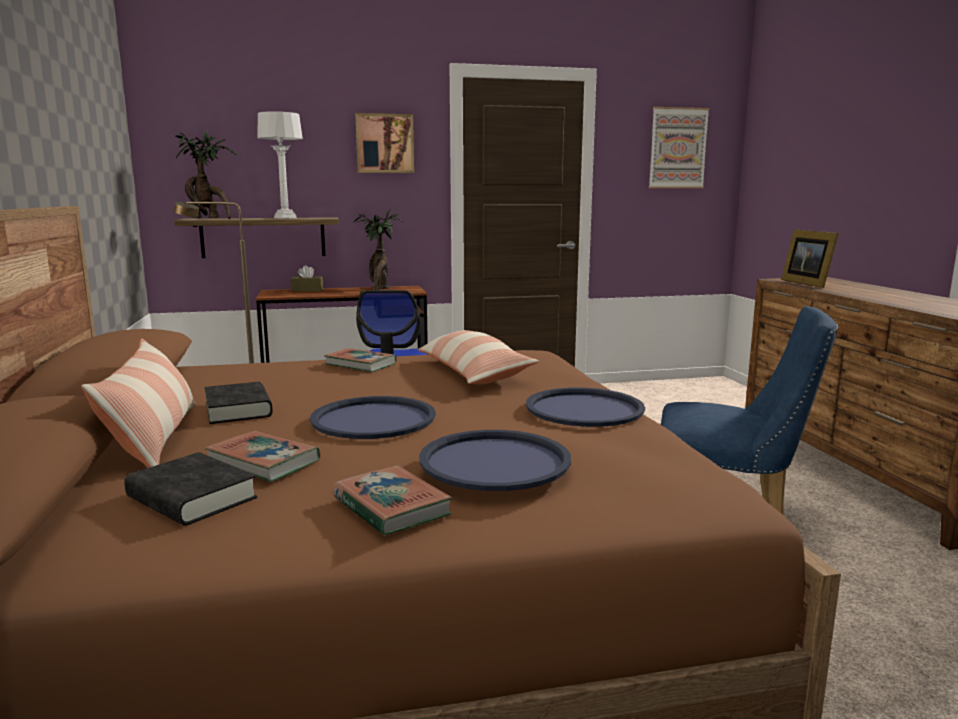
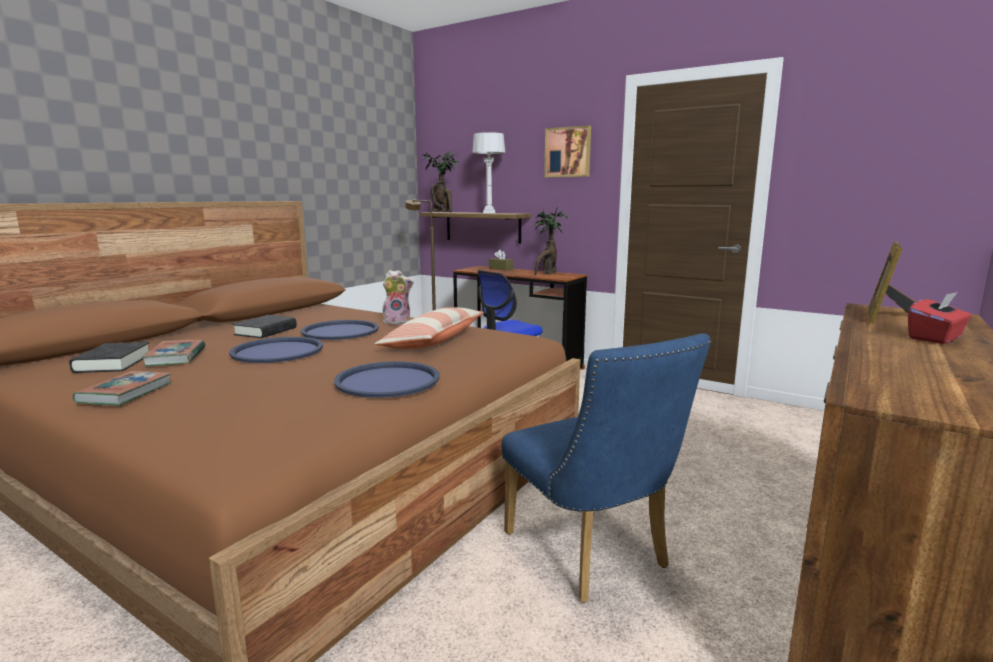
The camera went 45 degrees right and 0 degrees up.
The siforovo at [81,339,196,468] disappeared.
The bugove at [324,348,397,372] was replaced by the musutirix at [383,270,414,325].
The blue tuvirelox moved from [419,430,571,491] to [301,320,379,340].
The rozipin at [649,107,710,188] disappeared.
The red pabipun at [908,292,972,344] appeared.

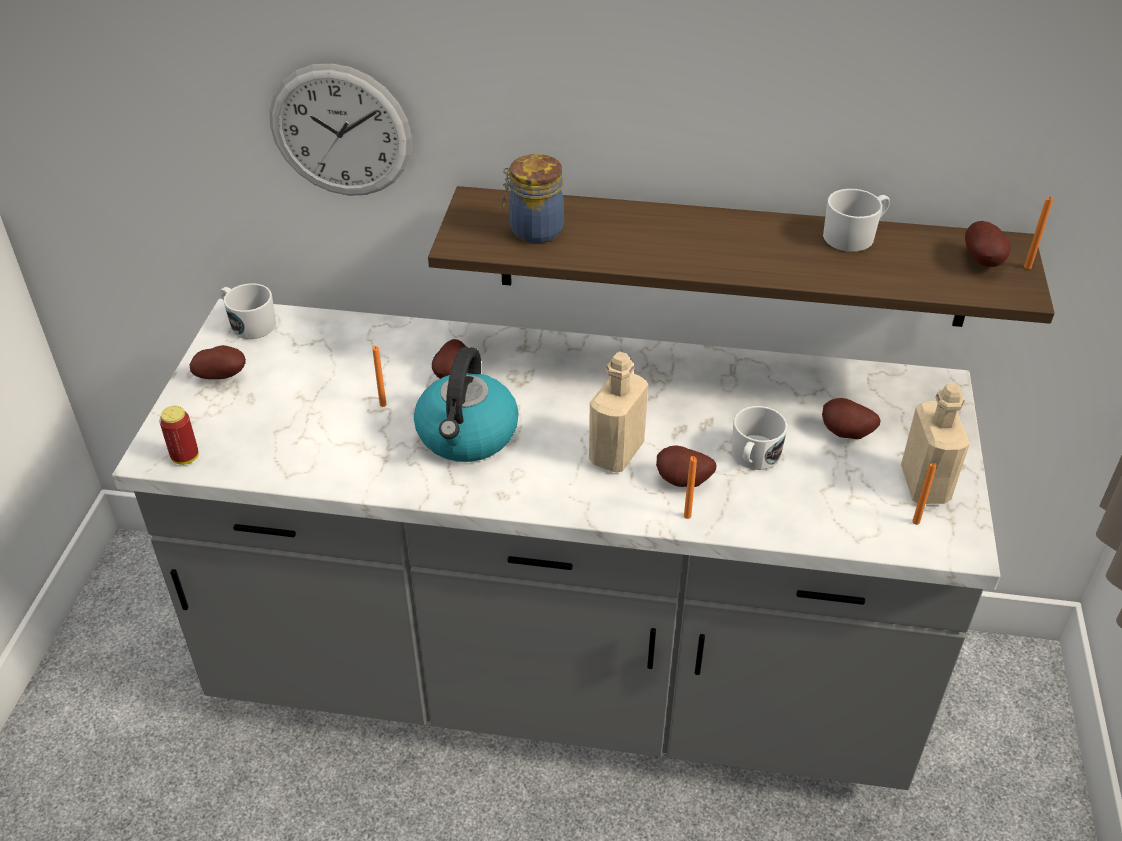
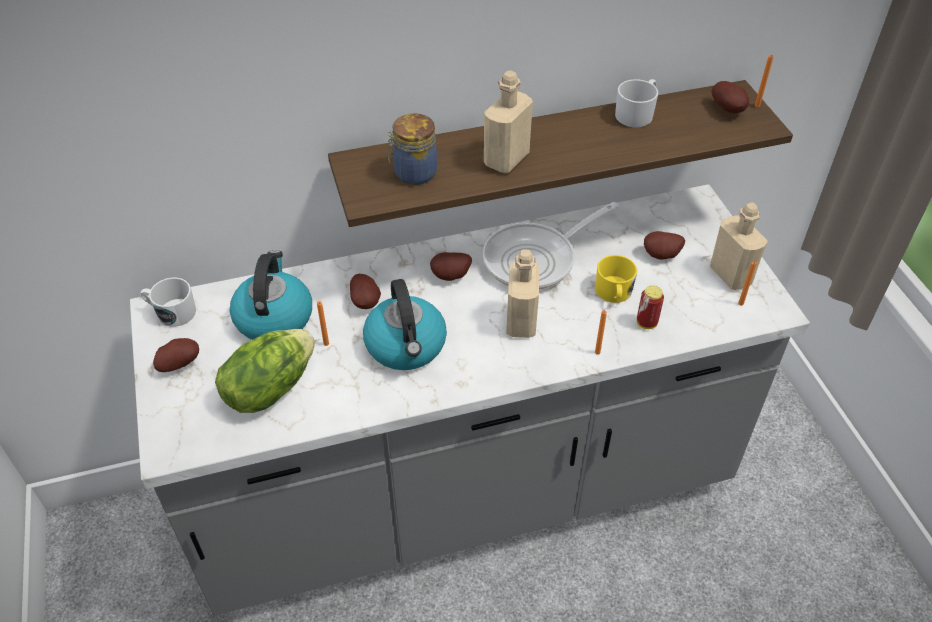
The camera went 25 degrees left and 5 degrees up.
The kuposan moved from [159,406,199,465] to [637,285,664,329].
The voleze at [270,63,412,196] disappeared.
The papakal moved from [656,446,716,487] to [430,252,472,281].
The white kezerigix at [731,406,788,470] became the yellow kezerigix at [595,255,637,303].
The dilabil at [215,329,315,413] appeared.
The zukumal at [230,250,312,340] appeared.
The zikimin at [483,202,618,290] appeared.
The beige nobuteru at [484,70,533,173] appeared.

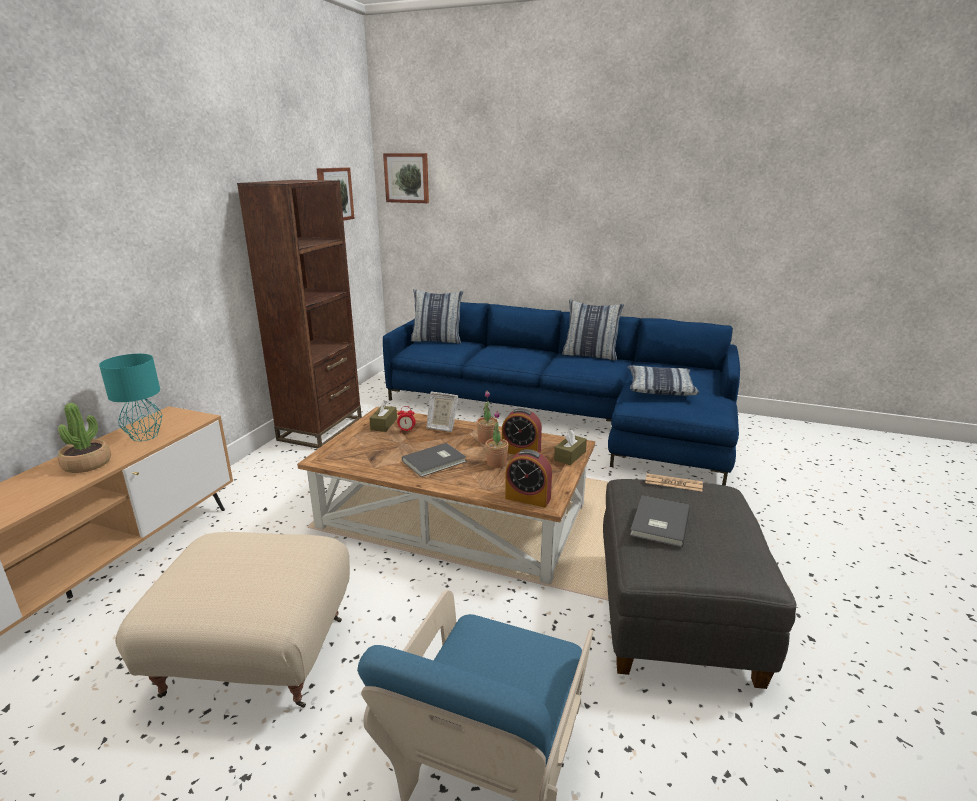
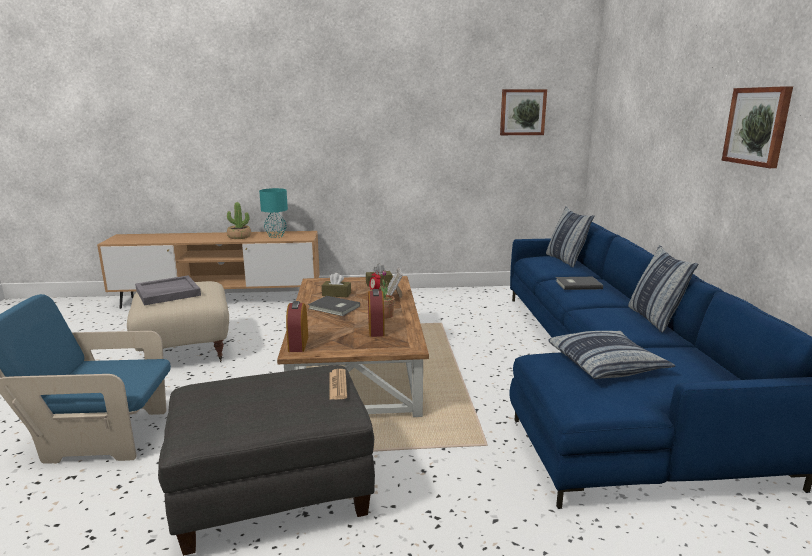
The camera went 65 degrees right and 5 degrees down.
The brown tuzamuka at [237,180,362,449] disappeared.
The rozipin moved from [383,153,429,203] to [721,86,793,168].
The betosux at [485,411,509,468] disappeared.
The brown pabipun moved from [554,429,587,465] to [322,273,351,297].
The grey bugove moved from [630,496,690,547] to [556,277,603,290].
The grey tuvirelox at [135,275,201,305] appeared.

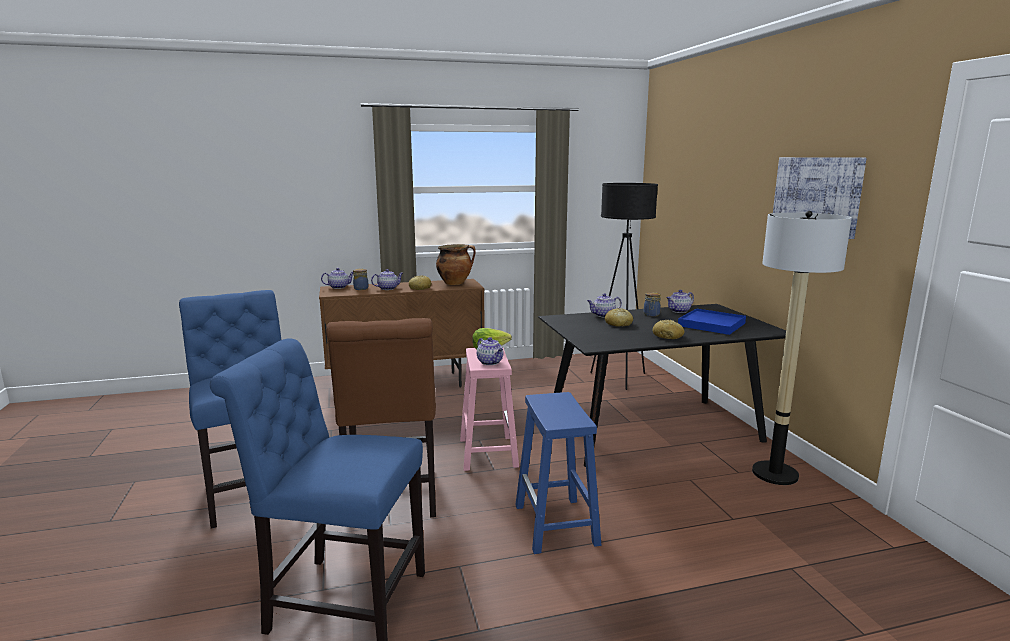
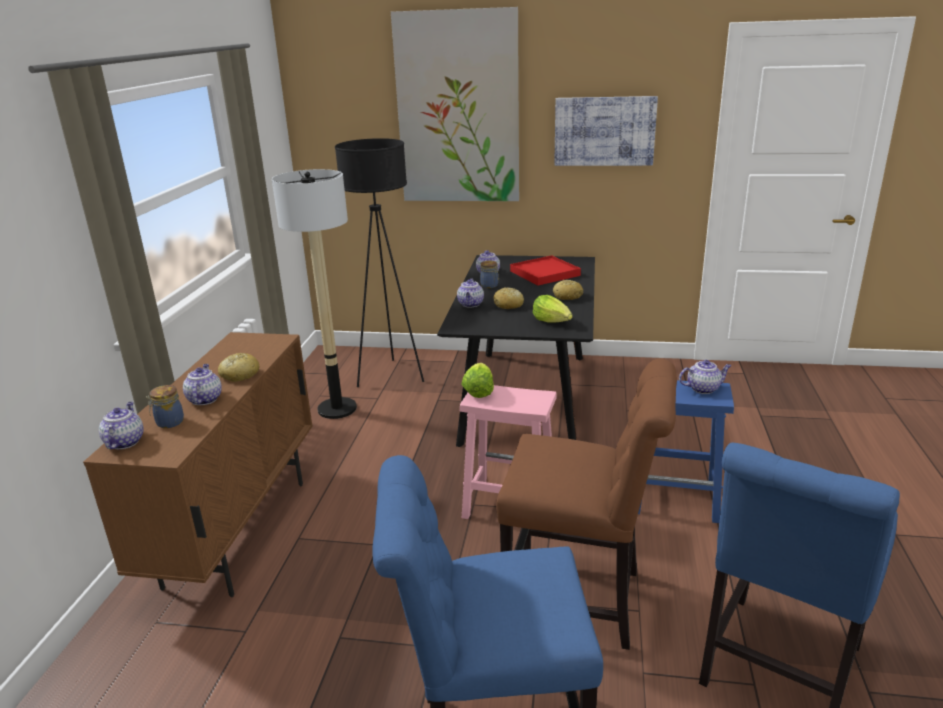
The camera went 65 degrees left and 10 degrees up.
The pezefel at [436,244,476,285] disappeared.
The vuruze moved from [477,337,504,365] to [679,360,731,394].
The blue tuvirelox at [678,308,746,335] became the red tuvirelox at [510,255,581,285].
The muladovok moved from [752,211,852,485] to [272,169,357,419].
The rozipin at [391,7,519,201] appeared.
The dilabil at [533,295,573,323] appeared.

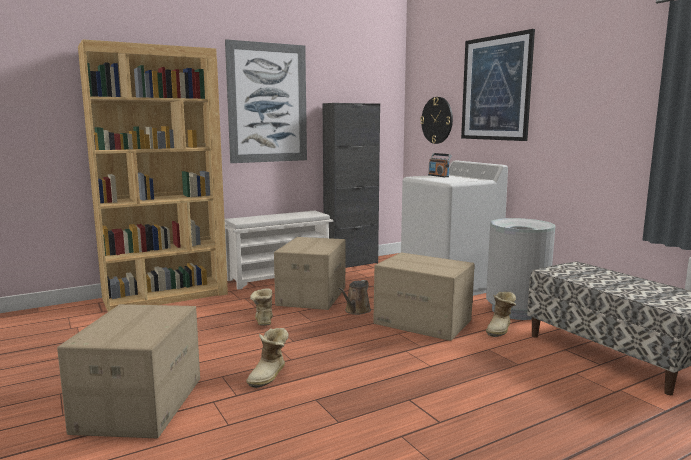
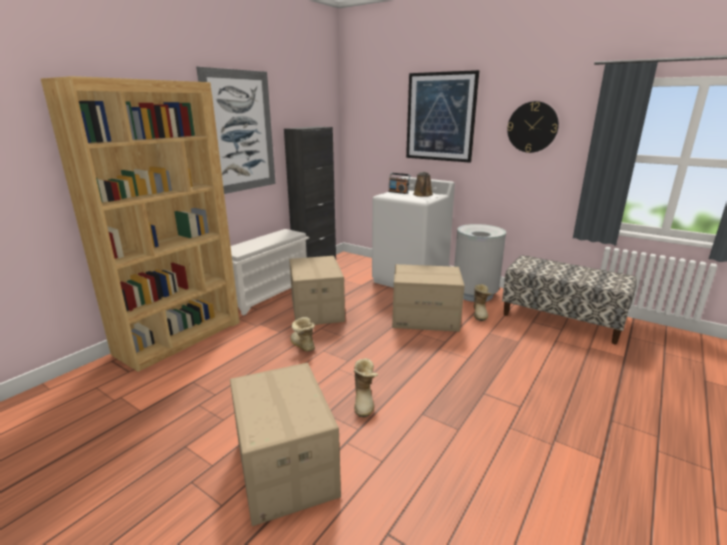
The camera went 25 degrees left and 10 degrees up.
The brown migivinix moved from [339,280,371,315] to [413,172,433,197].
The voleze moved from [420,97,453,144] to [507,101,559,153].

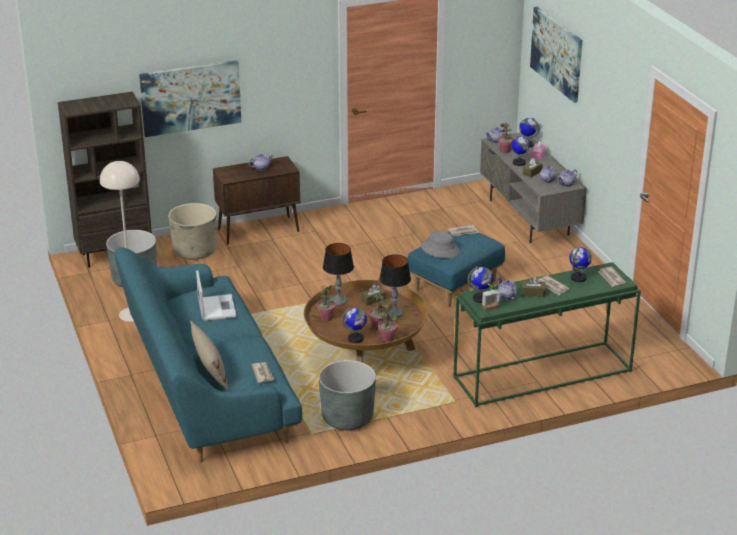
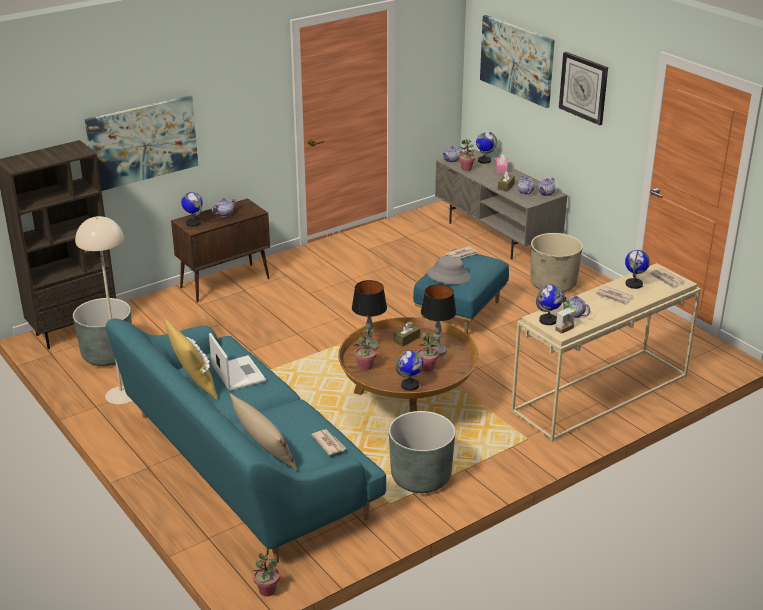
The camera went 15 degrees left and 0 degrees up.
The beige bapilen moved from [168,203,216,260] to [530,233,583,293].
The betosux moved from [378,304,398,342] to [253,548,280,597].
The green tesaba at [453,262,641,407] became the beige tesaba at [511,263,701,442].
The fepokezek moved from [511,136,530,166] to [181,192,203,227].
The brown pabipun at [521,277,546,297] disappeared.
The yellow siforovo at [164,319,217,399] appeared.
The voleze at [559,52,608,125] appeared.

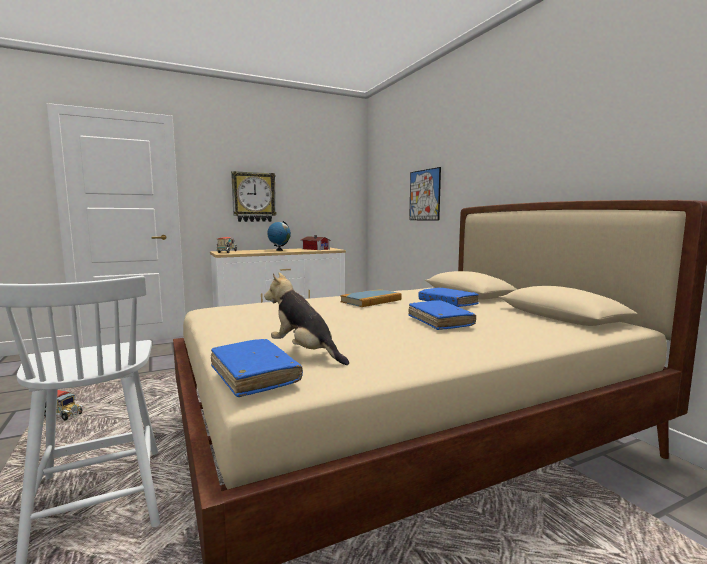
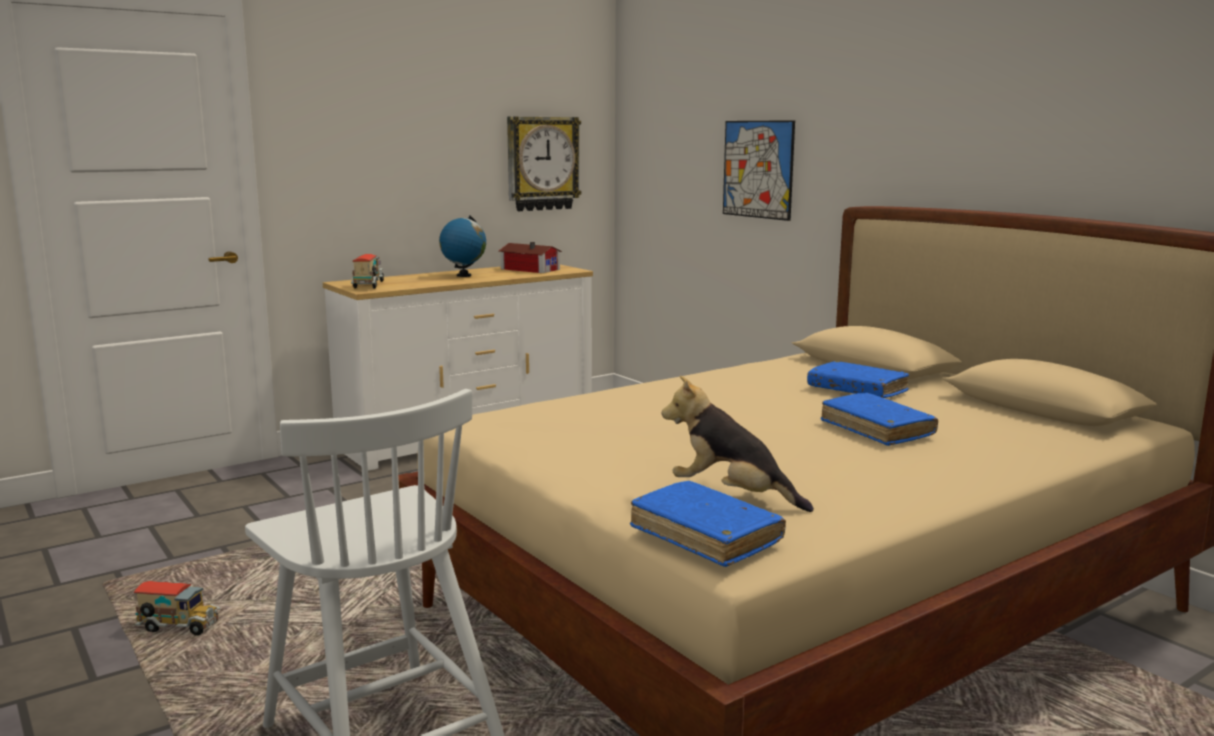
The camera went 10 degrees left and 5 degrees up.
The voleze moved from [231,171,277,222] to [507,116,581,211].
The bugove at [340,289,402,307] disappeared.

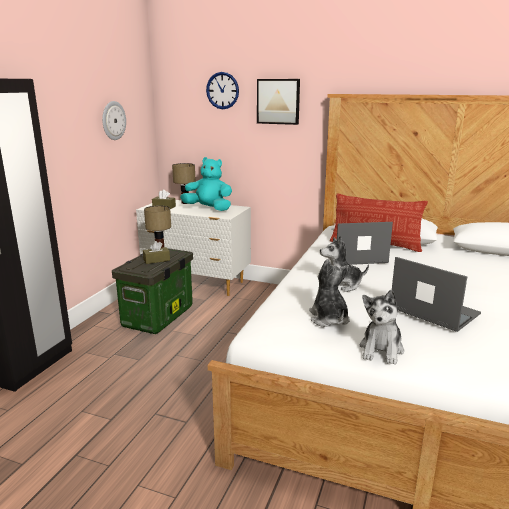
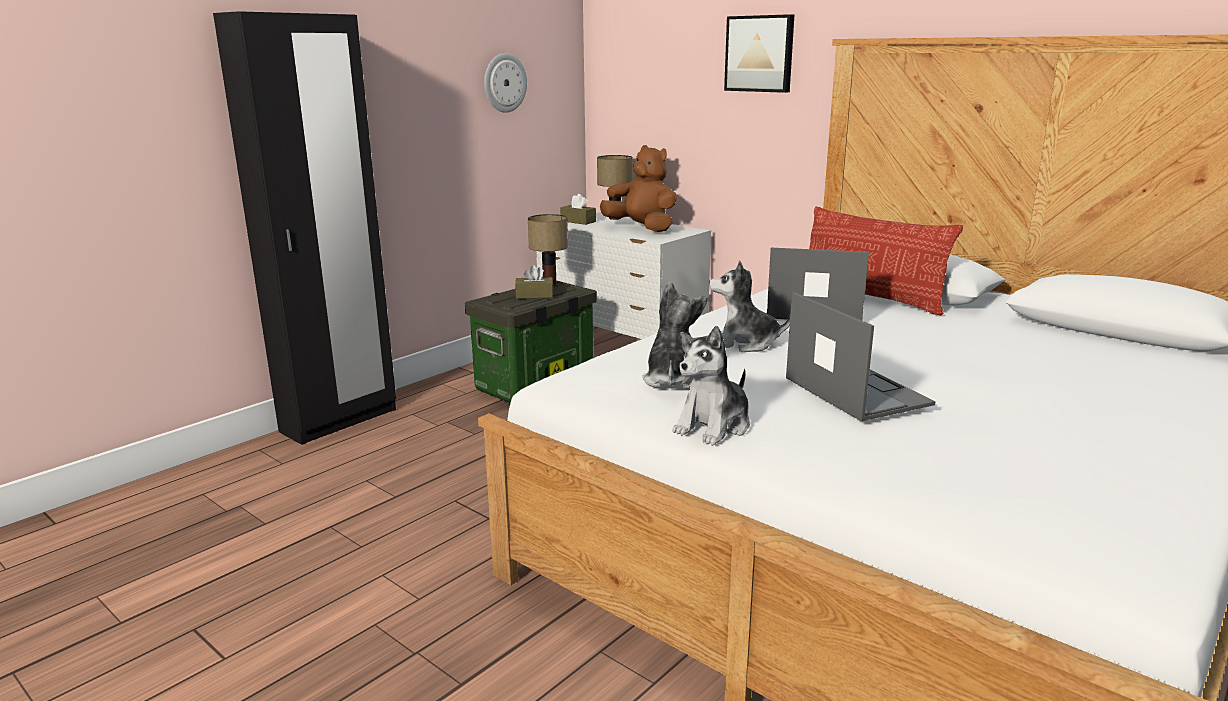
The camera went 20 degrees right and 0 degrees up.
The turquoise musutirix at [180,157,232,211] became the brown musutirix at [600,145,677,232].
The voleze at [206,72,239,109] disappeared.

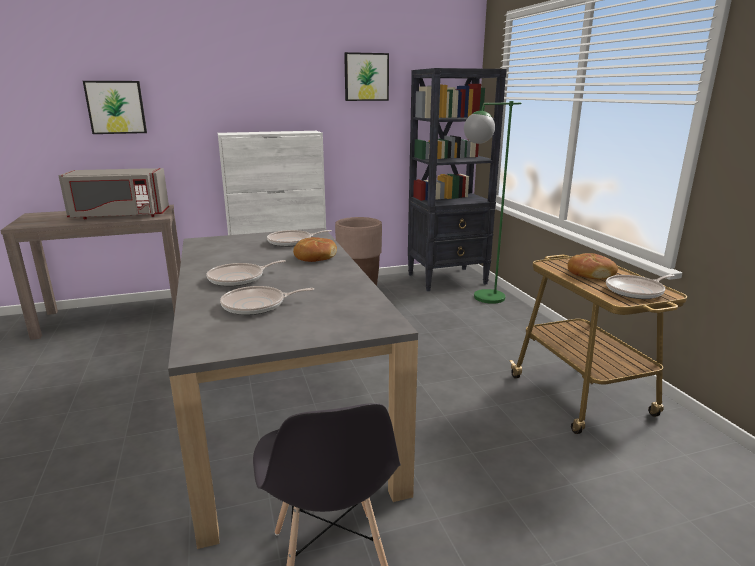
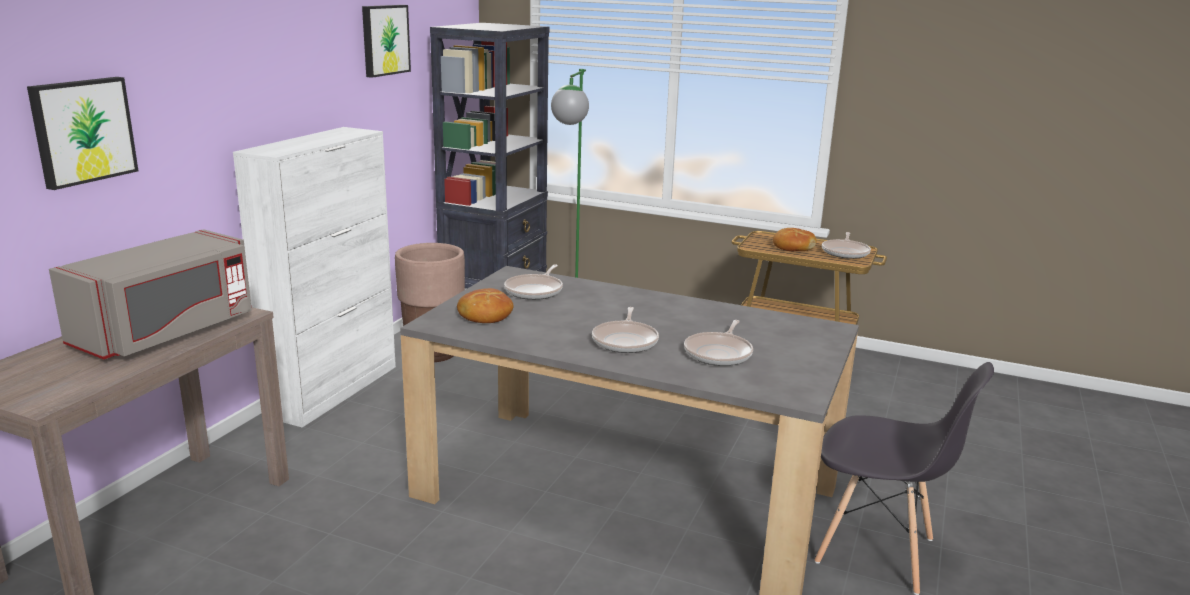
The camera went 50 degrees left and 0 degrees up.
The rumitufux moved from [293,237,337,262] to [457,288,514,323].

